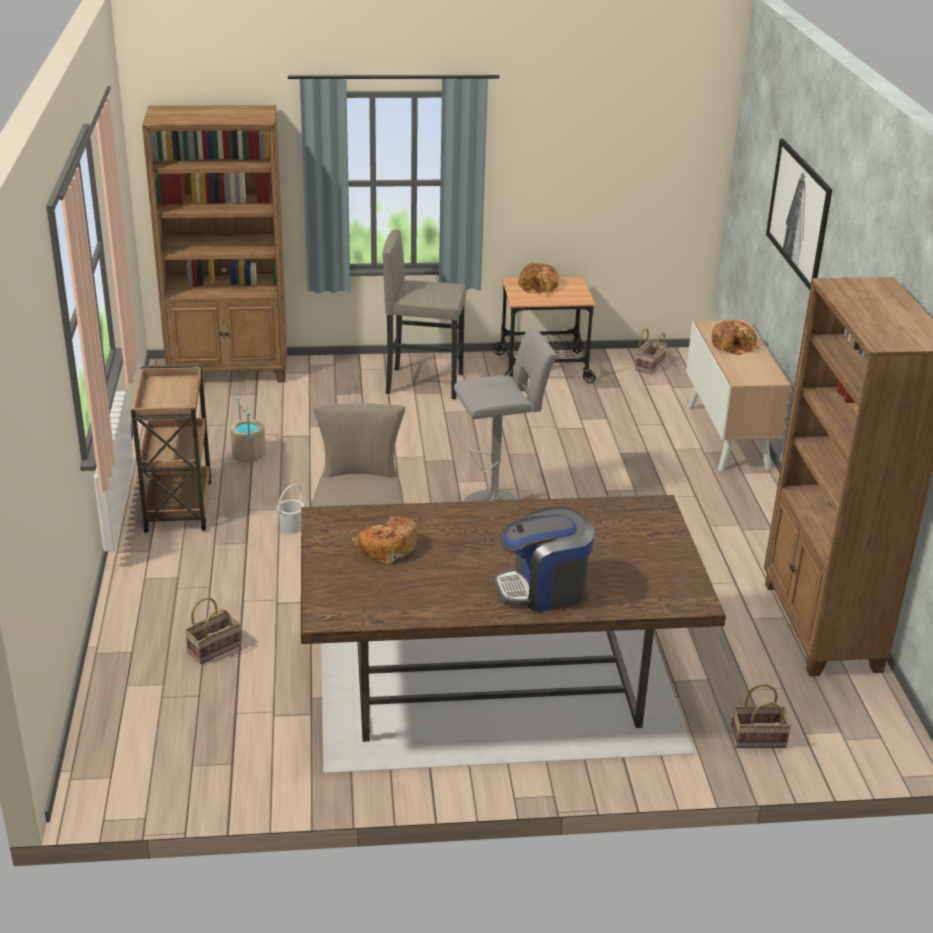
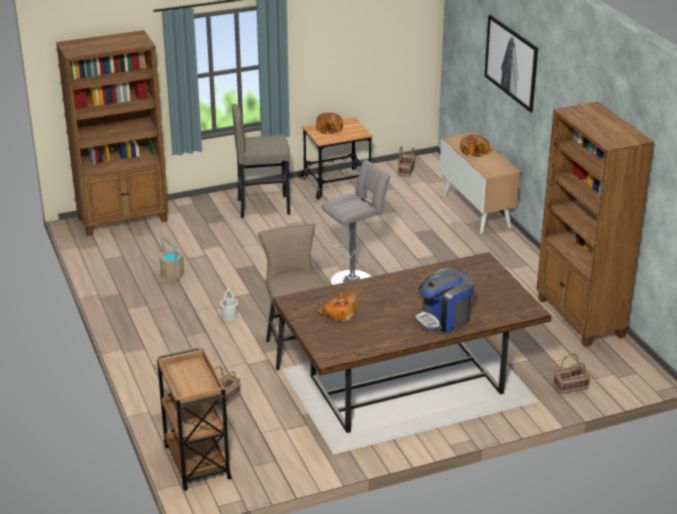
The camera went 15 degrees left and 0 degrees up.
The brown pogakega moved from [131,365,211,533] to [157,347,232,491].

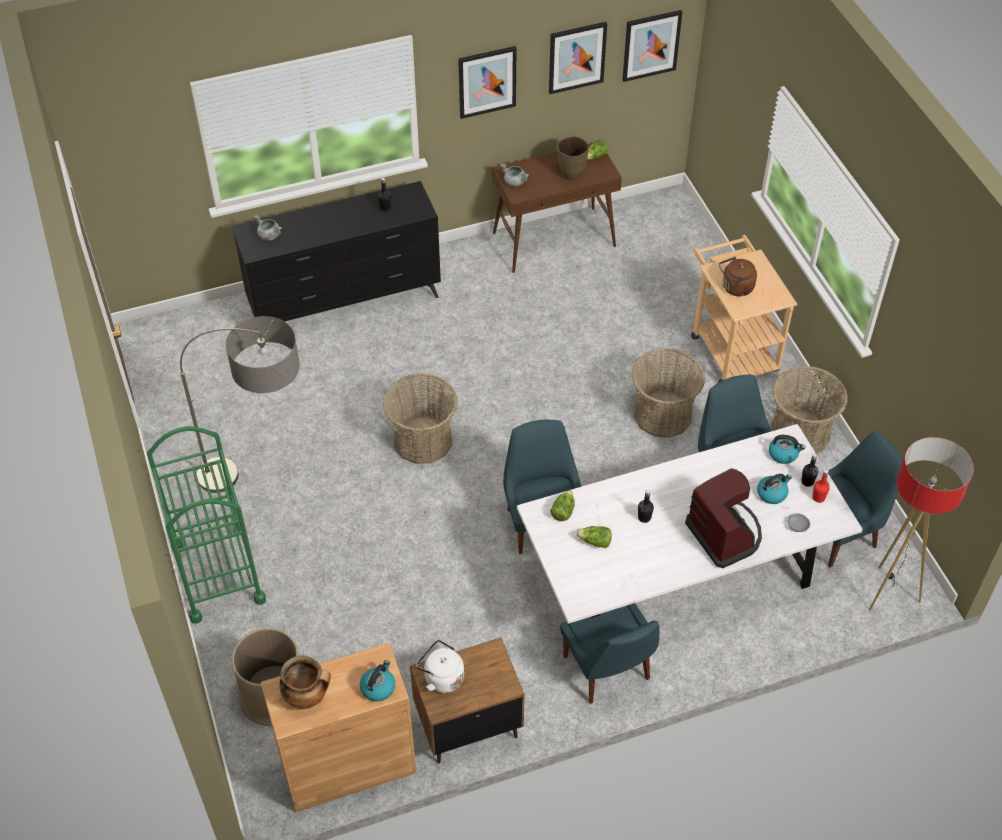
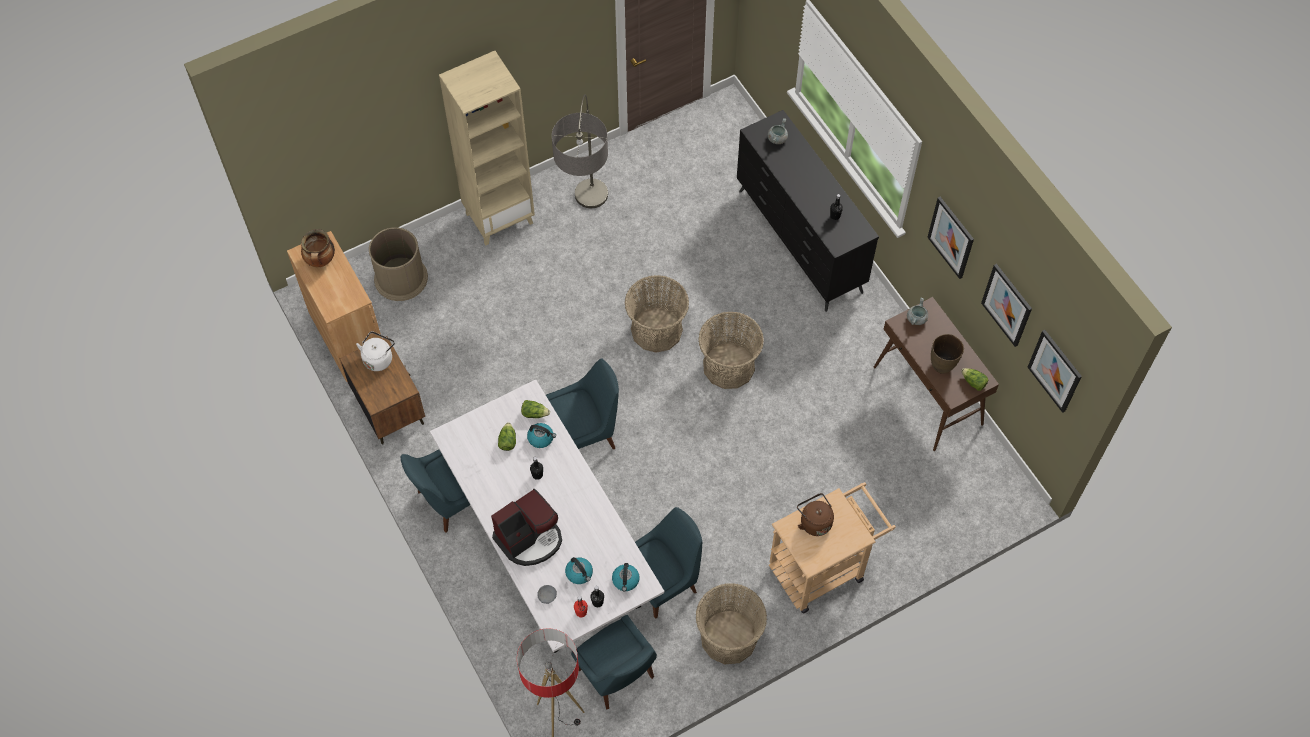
The camera went 80 degrees right and 10 degrees up.
The green pogakega at [147,426,266,624] was replaced by the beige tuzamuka at [439,51,535,246].
The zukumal moved from [360,660,395,701] to [527,423,556,448].
The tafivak moved from [632,348,705,438] to [699,311,764,389].

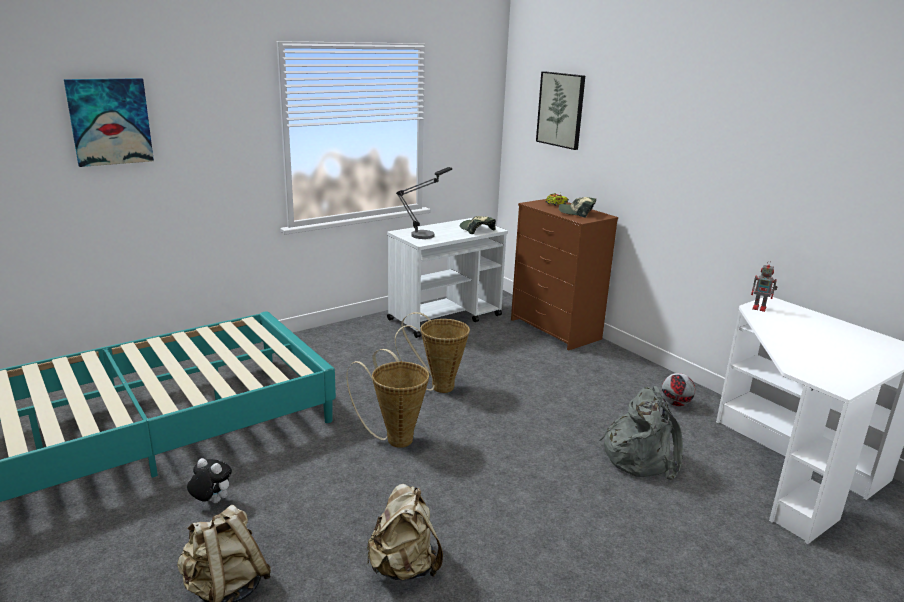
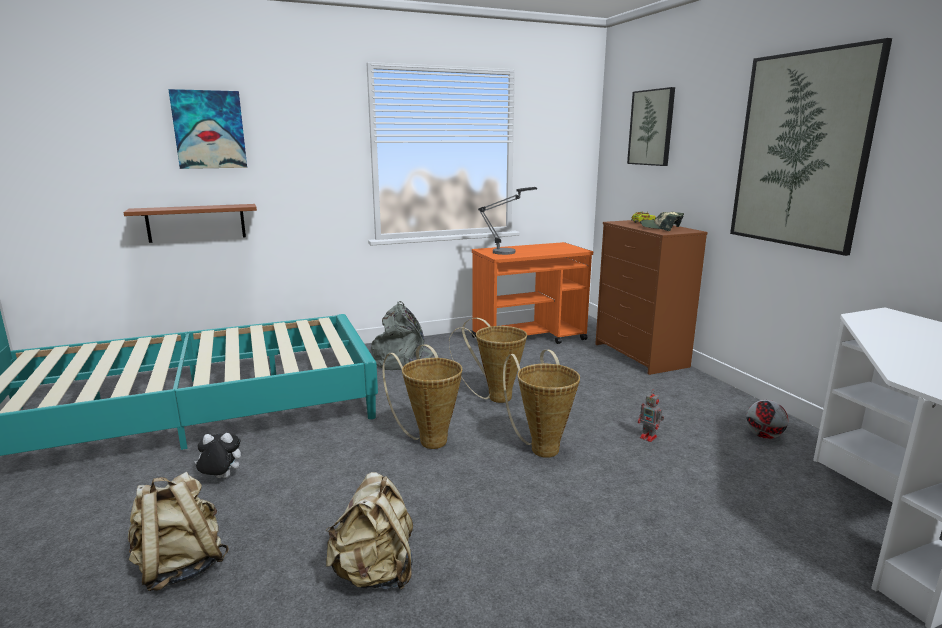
The camera went 15 degrees right and 5 degrees down.
The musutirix at [187,458,232,503] turned 45 degrees counterclockwise.
The white pogakega at [387,218,508,338] became the orange pogakega at [471,242,593,344].
The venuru at [460,216,496,234] disappeared.
The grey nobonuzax moved from [599,386,683,480] to [371,301,439,370].
The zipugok moved from [751,261,777,312] to [638,391,664,442].
The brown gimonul at [123,204,257,243] appeared.
The tafivak at [503,350,580,458] appeared.
The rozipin at [730,38,892,256] appeared.

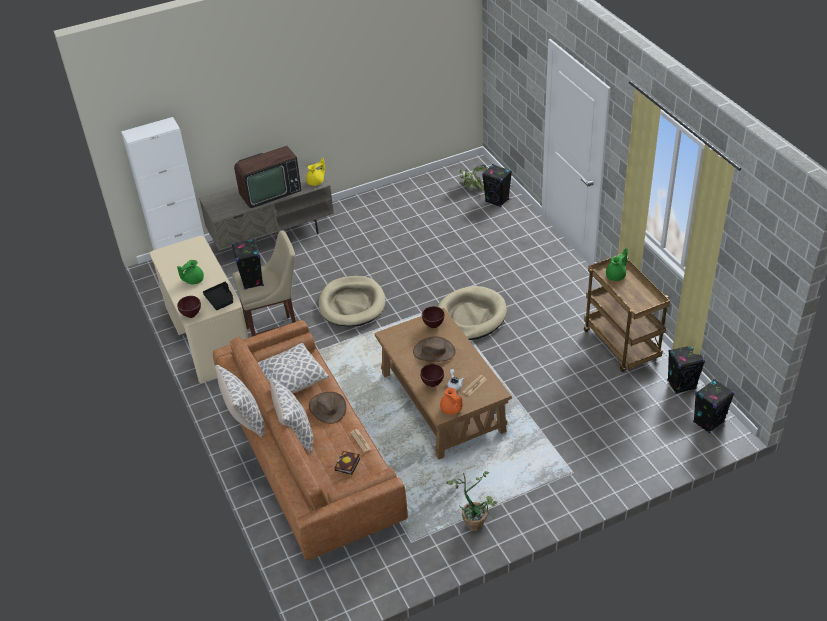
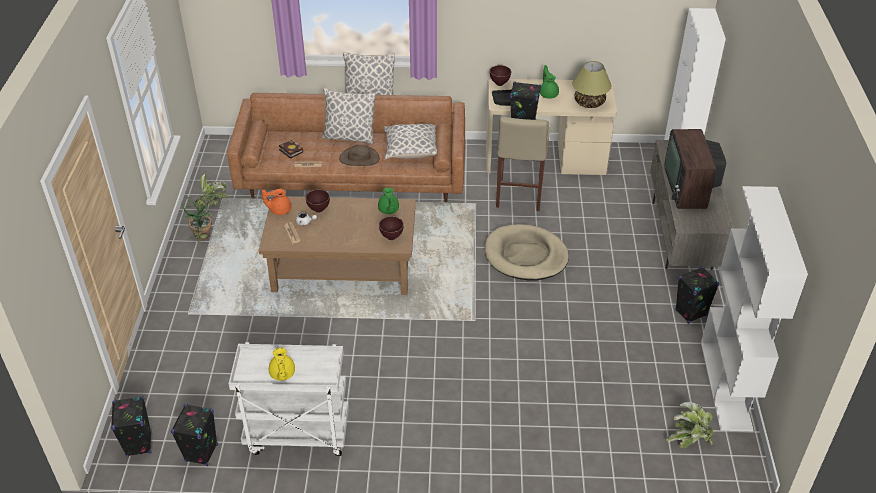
The camera went 115 degrees right and 0 degrees up.
The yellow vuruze moved from [306,158,325,186] to [269,347,295,381].
The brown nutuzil at [413,336,456,362] disappeared.
The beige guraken at [437,286,507,340] disappeared.
The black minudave moved from [482,164,512,208] to [675,267,719,324].
The brown pogakega at [584,254,670,372] became the white pogakega at [229,342,349,456].
The green vuruze moved from [606,248,628,281] to [378,187,399,214].
The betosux at [194,171,228,211] appeared.
The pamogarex at [572,61,612,108] appeared.
The white tuzamuka at [701,186,808,431] appeared.

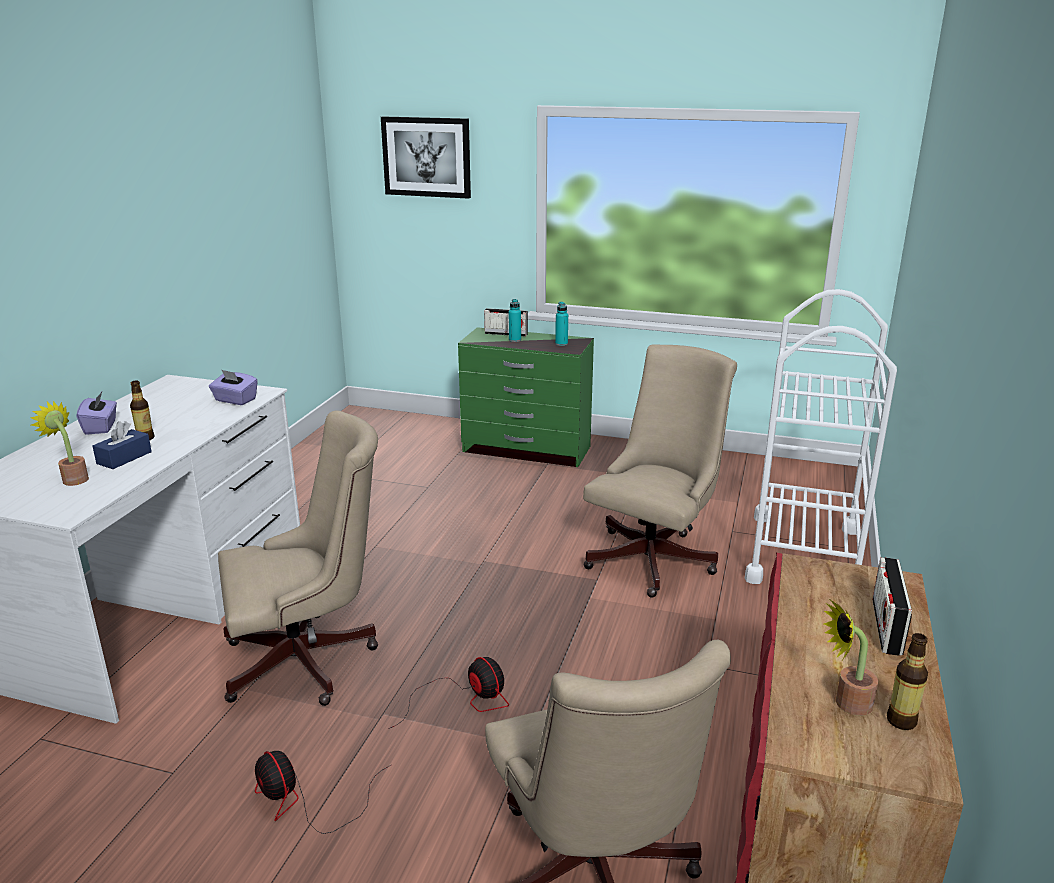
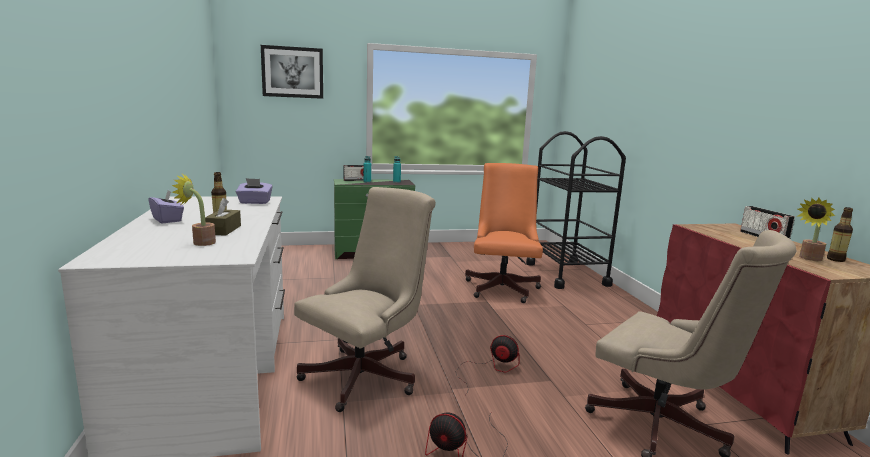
The camera went 30 degrees left and 10 degrees down.
The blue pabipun at [92,421,152,469] became the brown pabipun at [205,198,241,236].
The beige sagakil at [583,344,737,598] became the orange sagakil at [465,163,543,303].
The white pogakega at [745,289,897,584] became the black pogakega at [526,131,626,289].

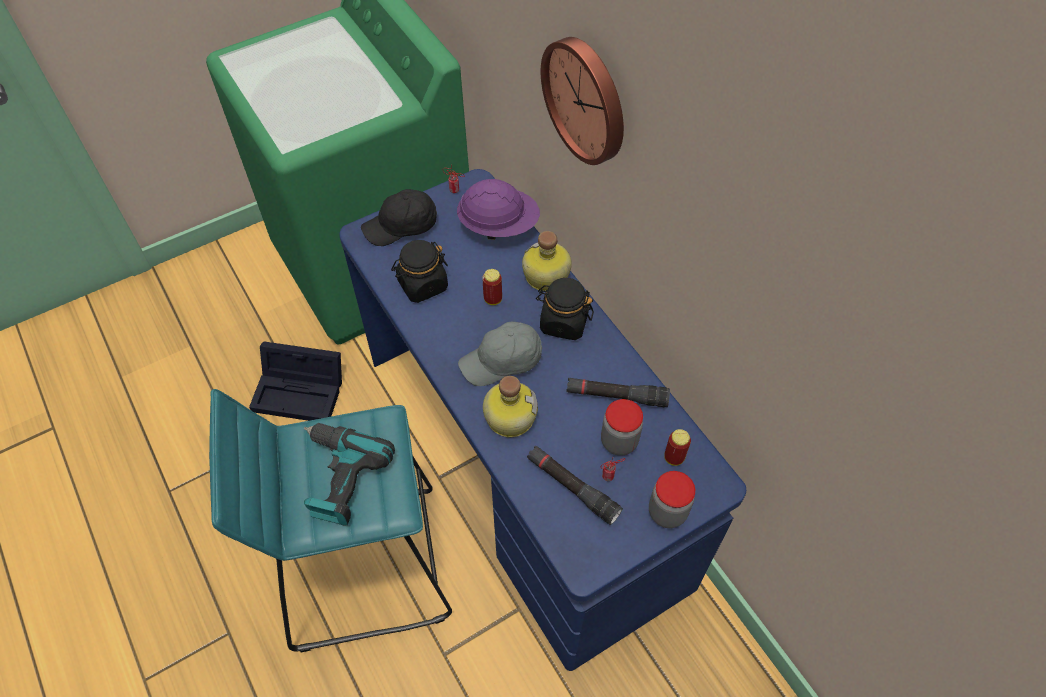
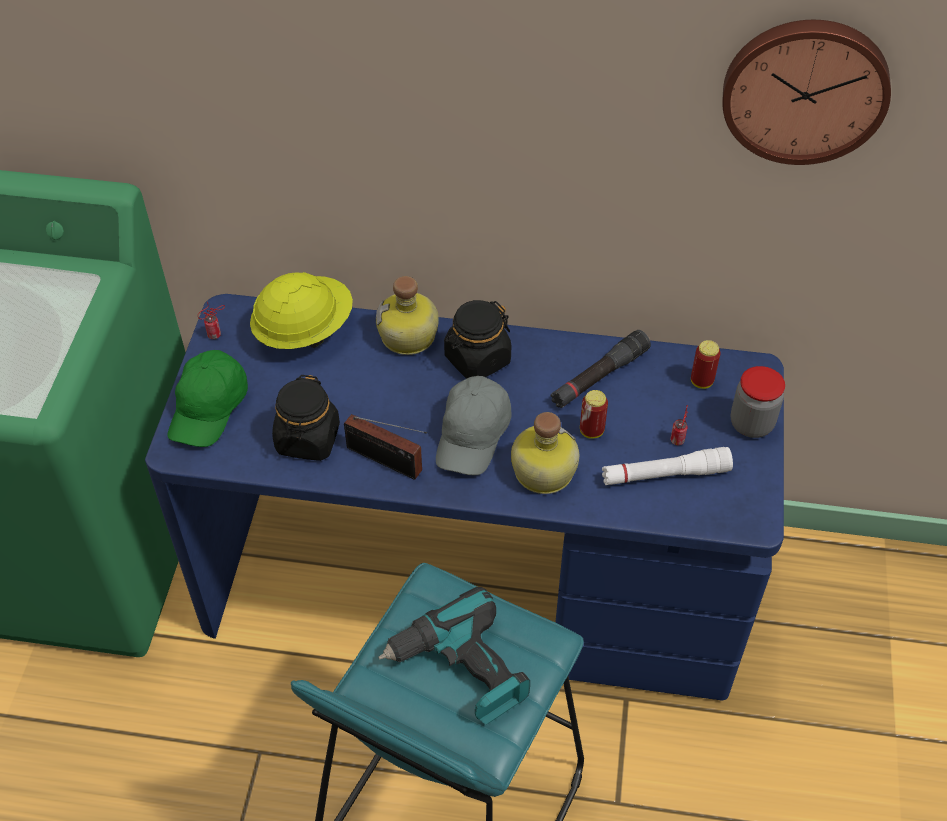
The camera went 50 degrees left and 5 degrees down.
The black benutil at [249,341,342,421] disappeared.
The black venuru at [361,189,437,246] became the green venuru at [167,350,248,447].
The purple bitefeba at [457,179,540,240] became the yellow bitefeba at [250,272,353,349].
The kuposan moved from [482,269,502,305] to [580,390,608,439].
The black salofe at [527,446,623,525] became the white salofe at [602,447,733,485].
The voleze moved from [541,37,624,165] to [722,20,891,165].
The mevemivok at [601,399,643,456] disappeared.
The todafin at [344,414,427,480] appeared.

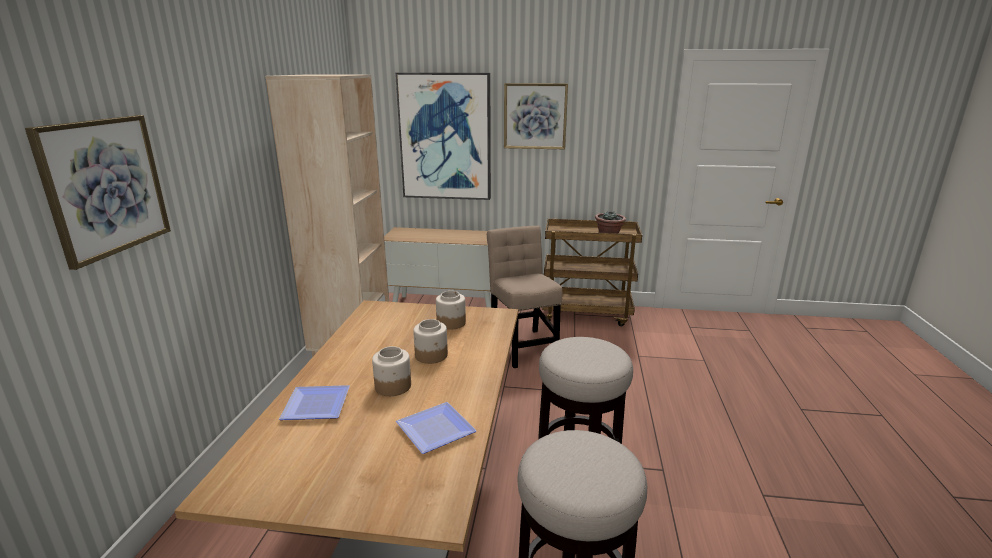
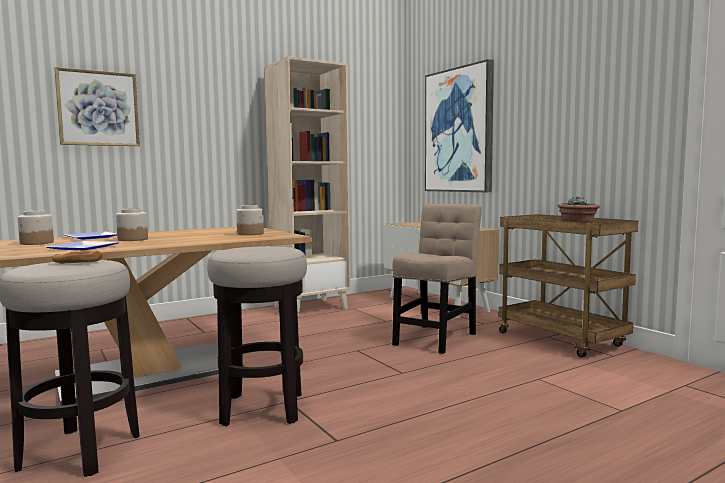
The camera went 50 degrees right and 15 degrees down.
The mevemivok moved from [413,319,448,364] to [18,211,54,245].
The rozipin at [504,83,568,149] disappeared.
The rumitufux at [52,250,103,264] appeared.

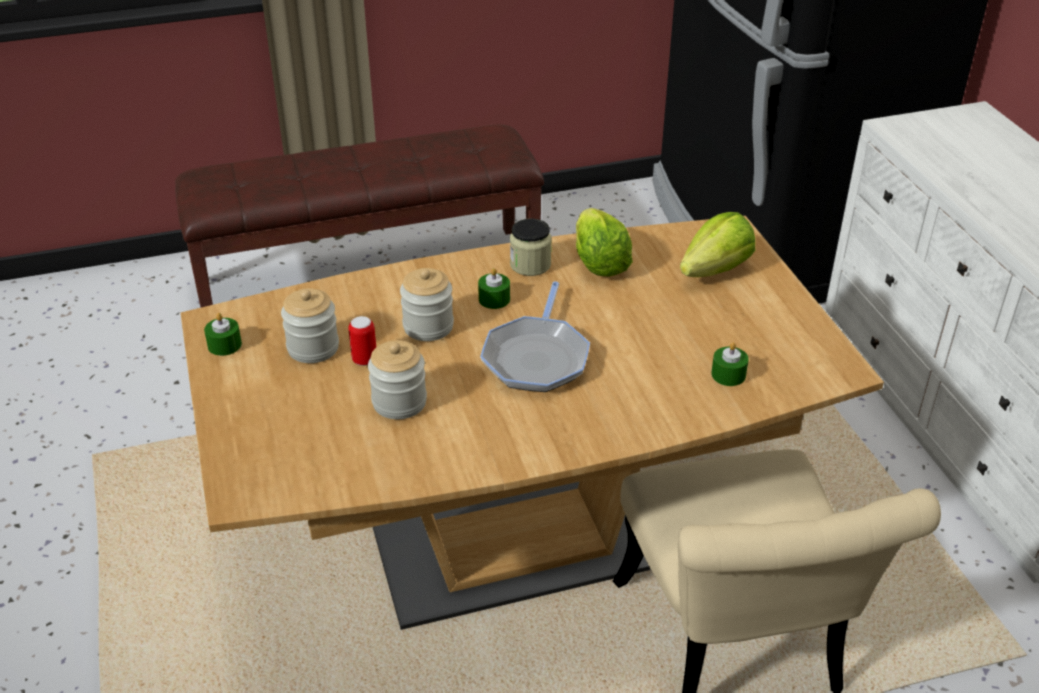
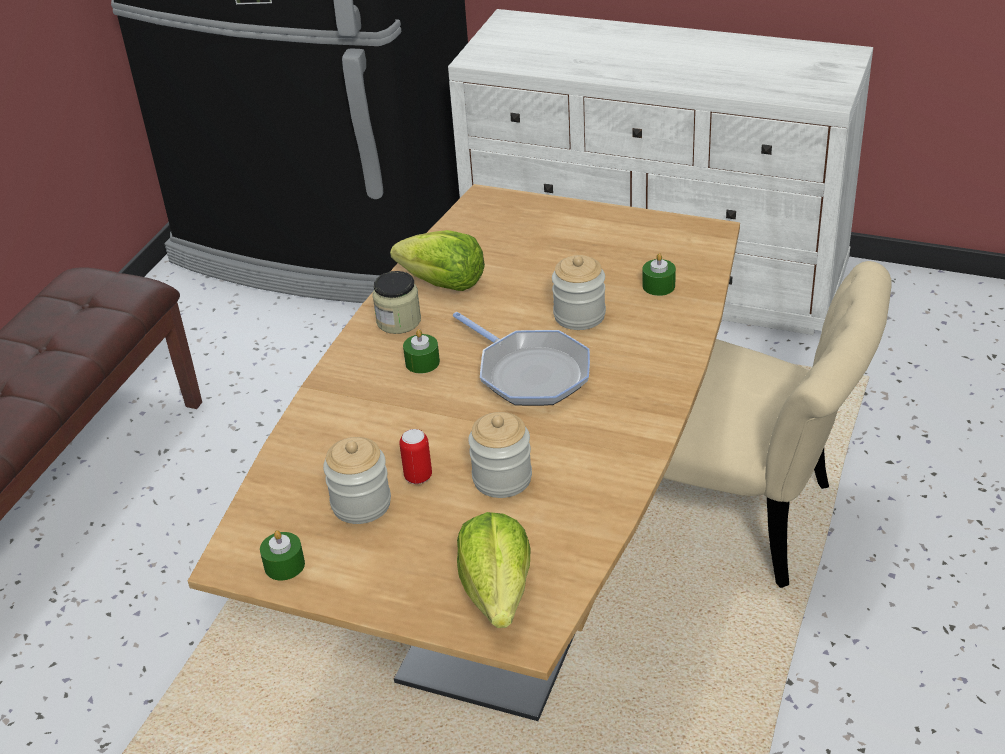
The camera went 50 degrees left and 0 degrees up.
The mevemivok moved from [400,268,454,341] to [552,255,606,330].
The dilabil moved from [680,212,755,277] to [457,512,530,628].

